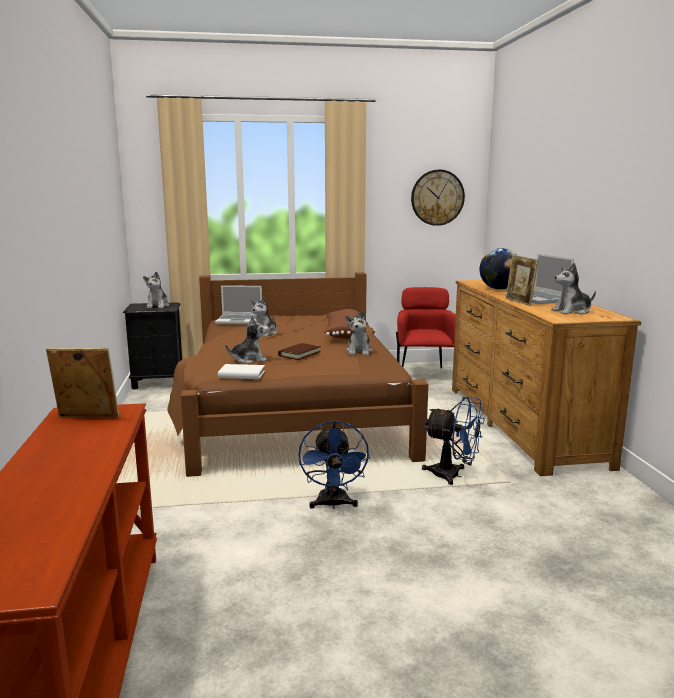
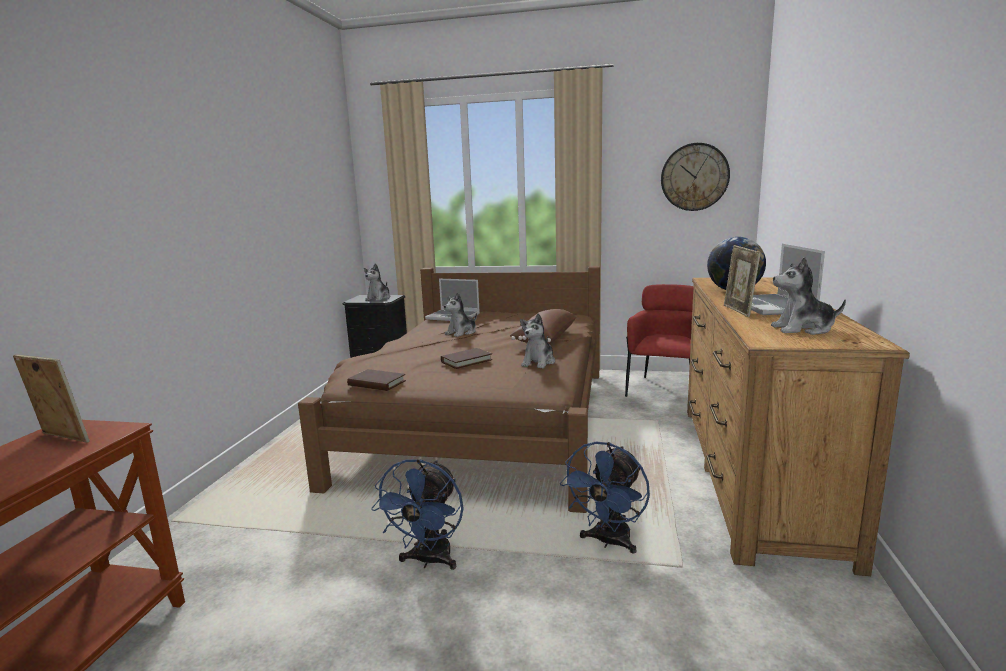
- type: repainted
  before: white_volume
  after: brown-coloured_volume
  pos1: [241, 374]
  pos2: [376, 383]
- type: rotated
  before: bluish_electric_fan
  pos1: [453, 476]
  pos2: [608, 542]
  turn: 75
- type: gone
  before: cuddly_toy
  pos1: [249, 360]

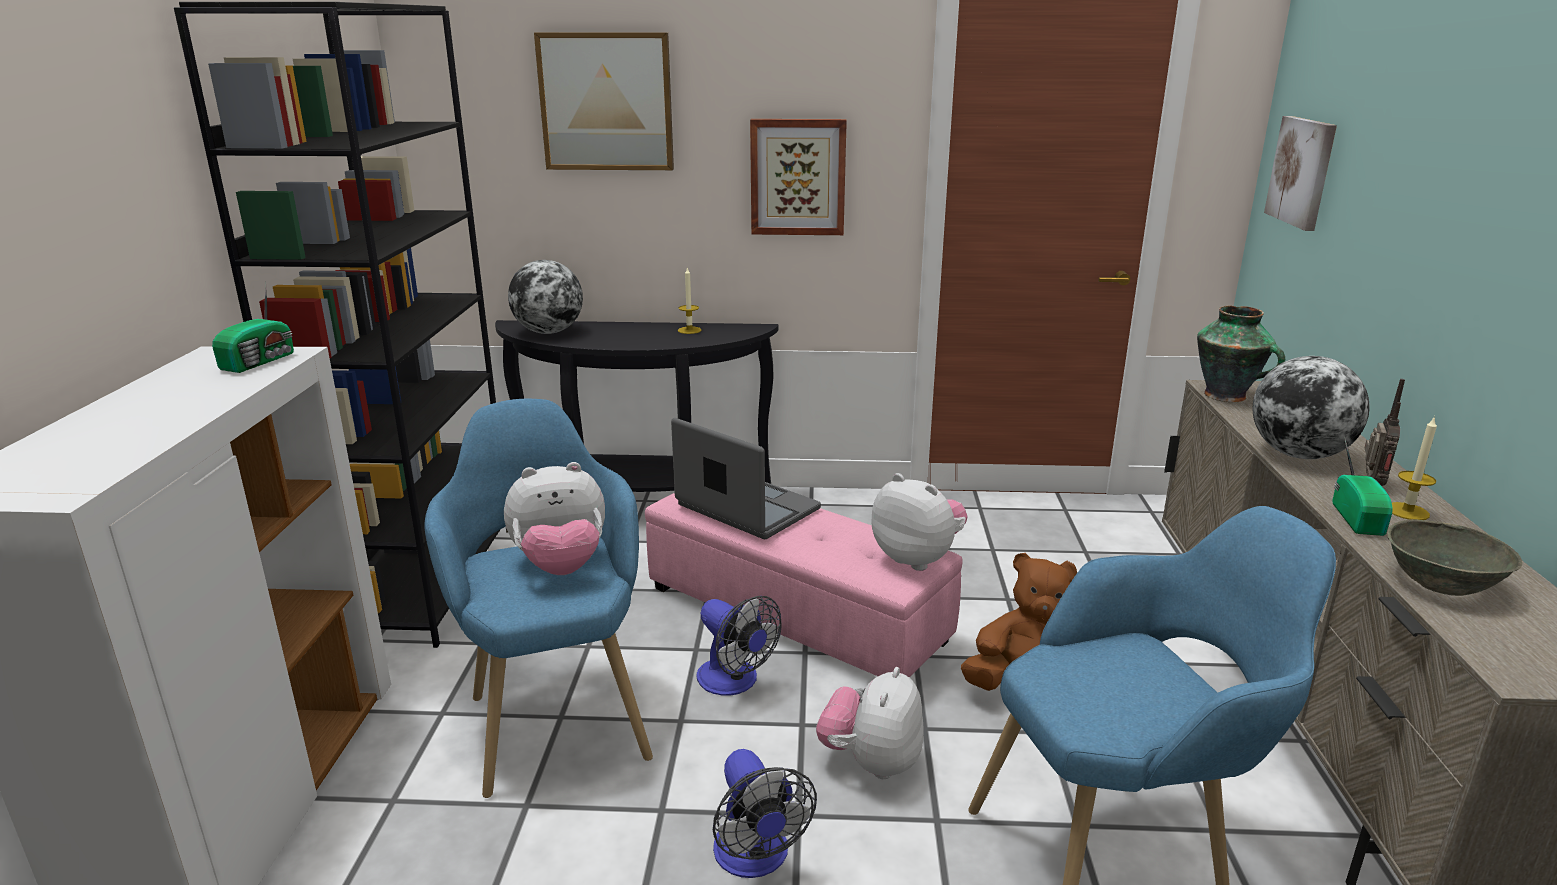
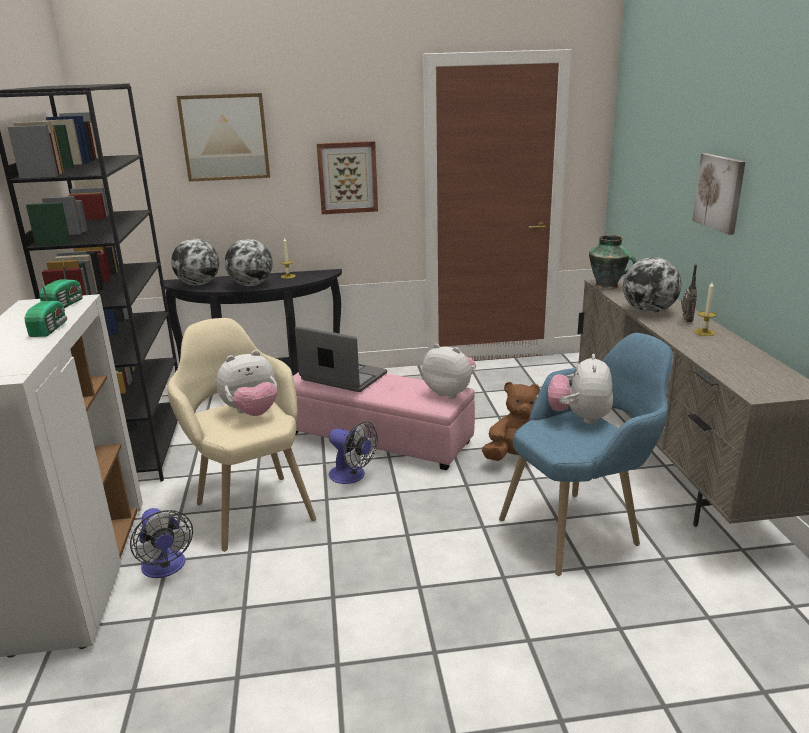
- type: shifted
  before: radio
  pos1: [1358, 518]
  pos2: [50, 328]
- type: shifted
  before: electric_fan
  pos1: [756, 858]
  pos2: [165, 568]
- type: repainted
  before: bluish_easy_chair
  after: beige-coloured_easy_chair
  pos1: [555, 710]
  pos2: [250, 504]
- type: new
  after: desk_globe
  pos2: [251, 285]
- type: shifted
  before: cuddly_toy
  pos1: [871, 762]
  pos2: [579, 418]
- type: shifted
  before: wall_art
  pos1: [1302, 171]
  pos2: [720, 192]
- type: gone
  before: greyish_deep_dish
  pos1: [1441, 582]

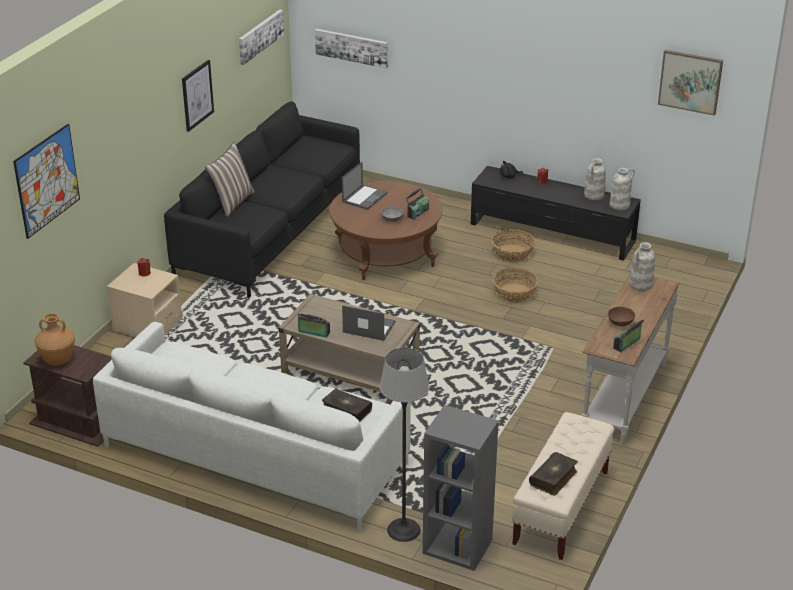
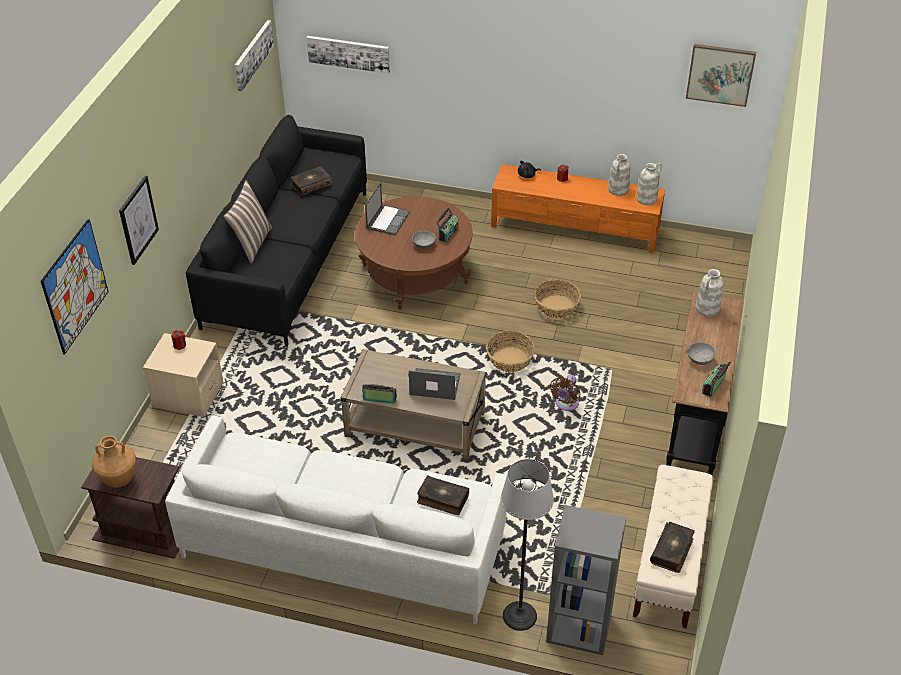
- type: shifted
  before: wall_art
  pos1: [197, 95]
  pos2: [138, 220]
- type: new
  after: volume
  pos2: [311, 185]
- type: shifted
  before: storage_basket
  pos1: [512, 253]
  pos2: [510, 360]
- type: repainted
  before: black-coloured_tv_unit
  after: orange-coloured_tv_unit
  pos1: [553, 232]
  pos2: [576, 227]
- type: new
  after: brown-coloured_electric_fan
  pos2: [566, 404]
- type: repainted
  before: white_narrow_table
  after: black-coloured_narrow_table
  pos1: [623, 397]
  pos2: [695, 420]
- type: repainted
  before: brown-coloured_deep_dish
  after: greyish_deep_dish
  pos1: [621, 322]
  pos2: [700, 359]

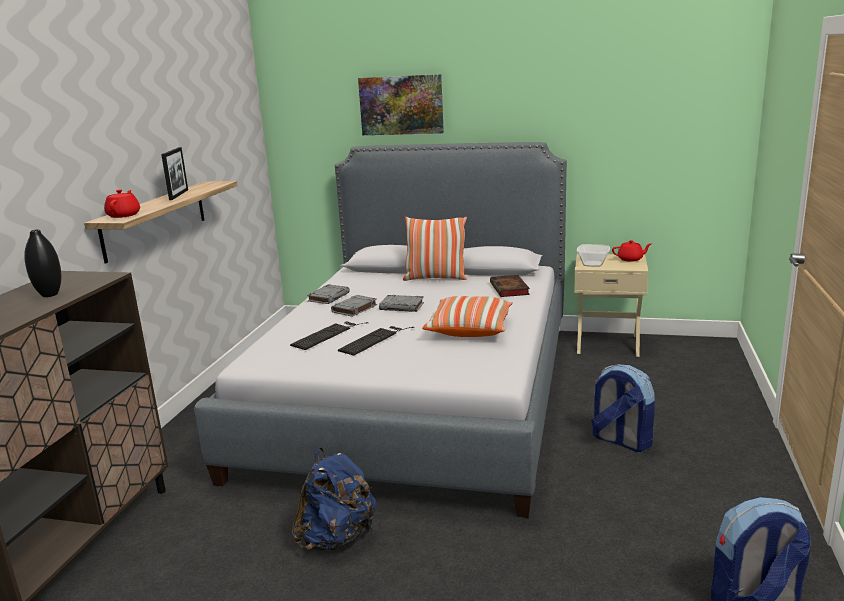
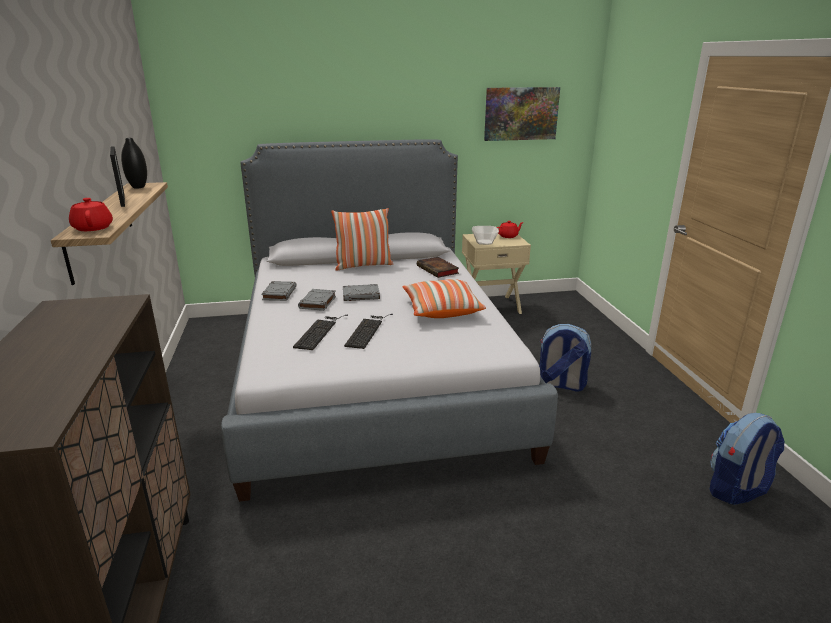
- type: shifted
  before: black-coloured_decorative_vase
  pos1: [49, 295]
  pos2: [138, 187]
- type: shifted
  before: wall_art
  pos1: [401, 105]
  pos2: [521, 113]
- type: gone
  before: bluish_knapsack
  pos1: [337, 538]

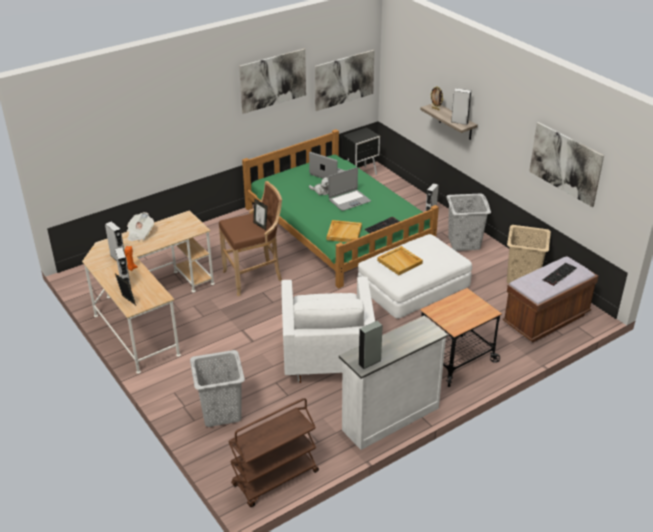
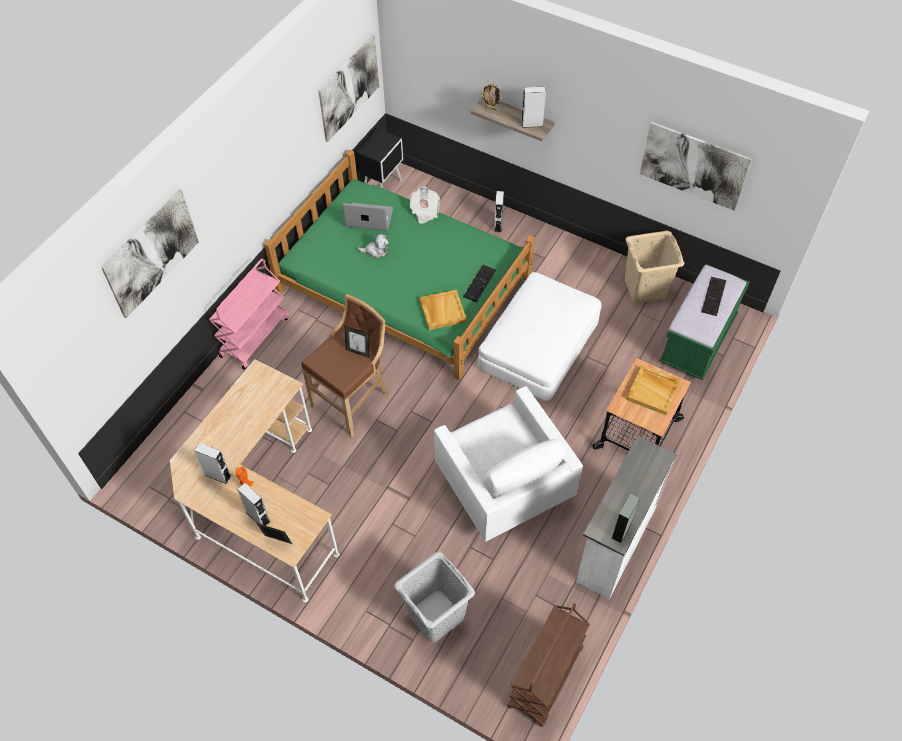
- type: shifted
  before: wall_art
  pos1: [273, 80]
  pos2: [151, 253]
- type: new
  after: pink-coloured_cart
  pos2: [255, 336]
- type: shifted
  before: newspaper
  pos1: [140, 234]
  pos2: [424, 211]
- type: shifted
  before: beige-coloured_tray
  pos1: [400, 262]
  pos2: [653, 391]
- type: repainted
  before: brown-coloured_indoor_bench
  after: green-coloured_indoor_bench
  pos1: [546, 319]
  pos2: [698, 340]
- type: gone
  before: portable_computer
  pos1: [349, 200]
- type: gone
  before: greyish_washing_basket
  pos1: [464, 243]

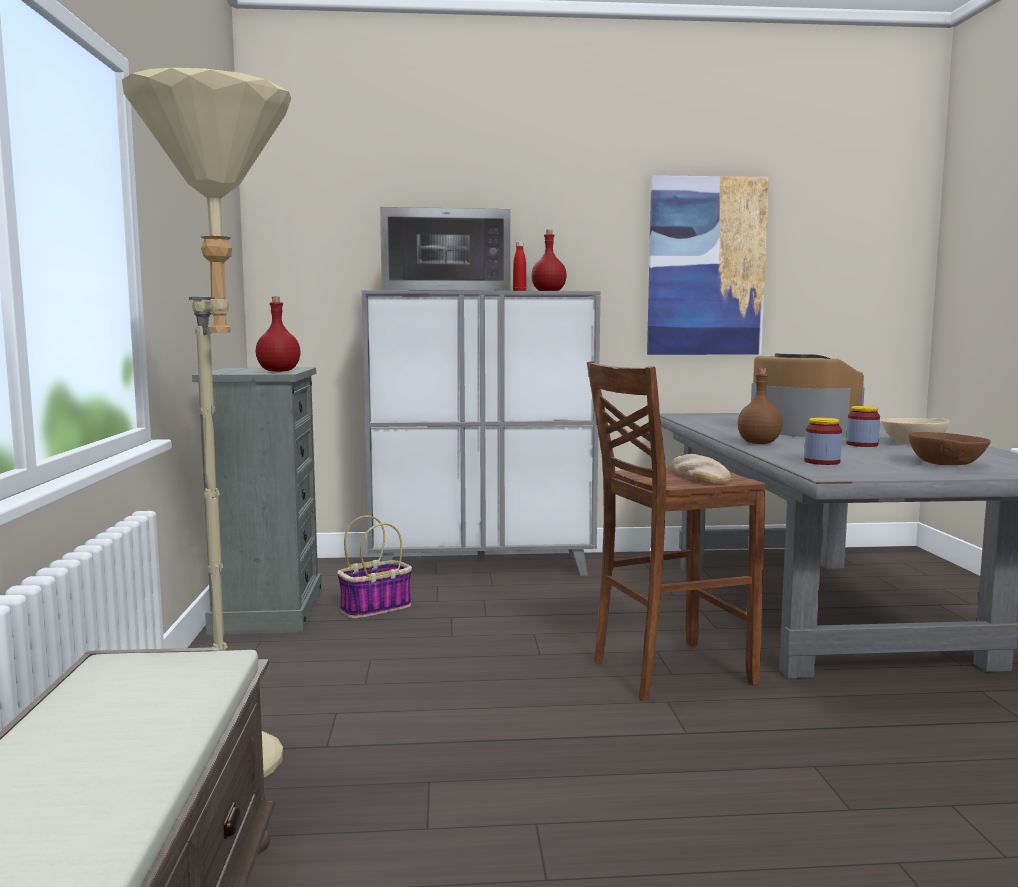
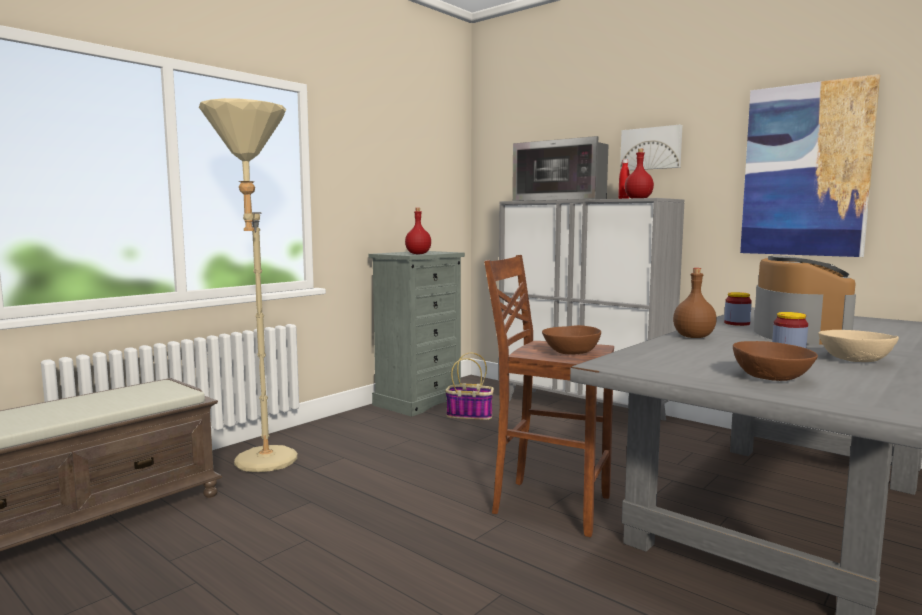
- type: swapped
  before: bread
  after: brown-coloured_deep_dish
  pos1: [698, 476]
  pos2: [570, 352]
- type: new
  after: wall_art
  pos2: [651, 148]
- type: shifted
  before: storage_jar
  pos1: [822, 462]
  pos2: [736, 323]

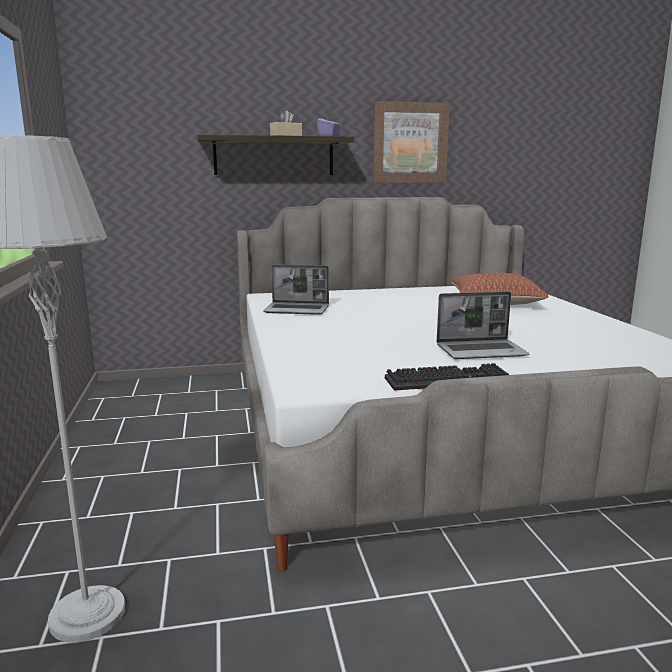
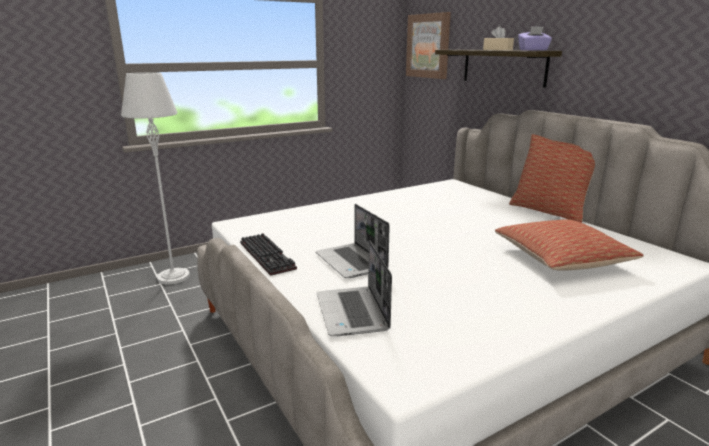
- type: shifted
  before: portable_computer
  pos1: [297, 310]
  pos2: [353, 313]
- type: shifted
  before: wall_art
  pos1: [409, 143]
  pos2: [428, 46]
- type: new
  after: pillow
  pos2: [549, 211]

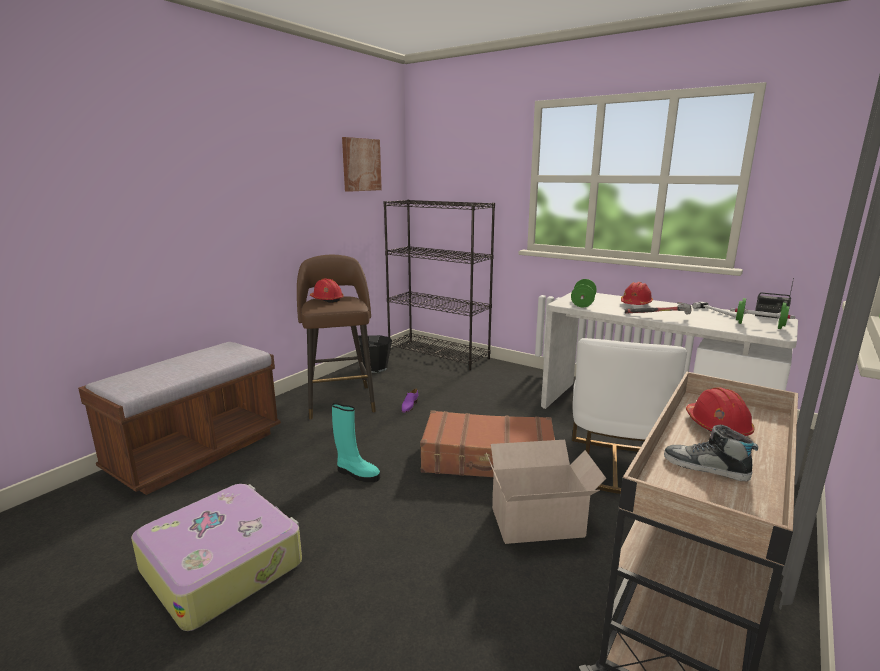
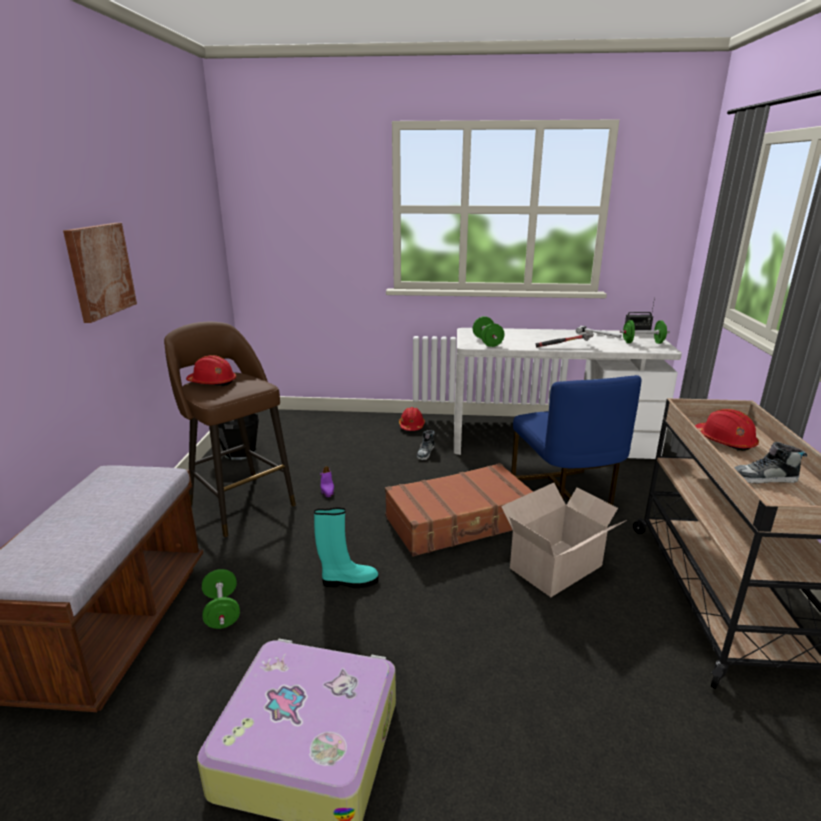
- type: shifted
  before: wall_art
  pos1: [361, 165]
  pos2: [100, 270]
- type: new
  after: green-coloured_hand_weight
  pos2: [222, 611]
- type: shifted
  before: red_safety_helmet
  pos1: [635, 304]
  pos2: [411, 426]
- type: new
  after: low_shoe
  pos2: [425, 453]
- type: repainted
  before: white_plain_chair
  after: bluish_plain_chair
  pos1: [613, 466]
  pos2: [564, 494]
- type: gone
  before: black-coloured_bookshelf
  pos1: [438, 354]

